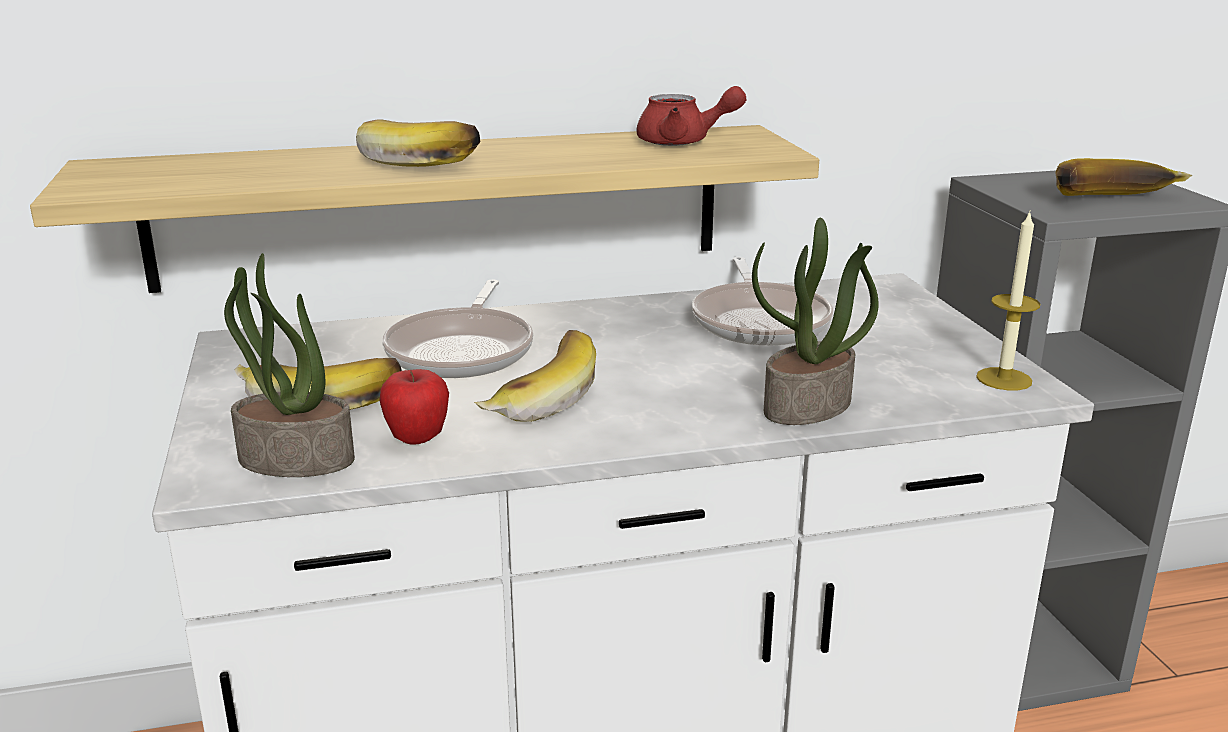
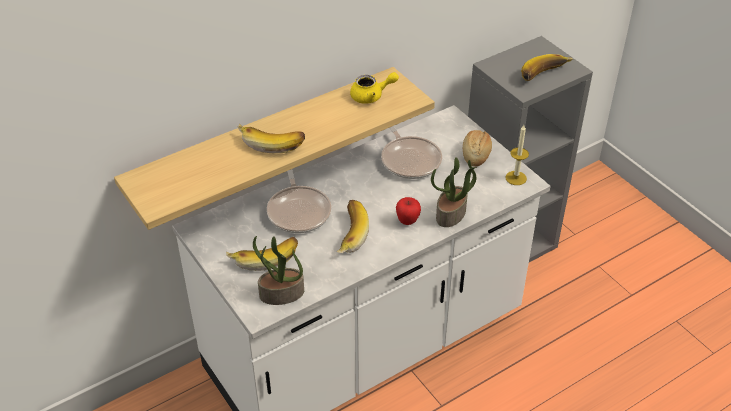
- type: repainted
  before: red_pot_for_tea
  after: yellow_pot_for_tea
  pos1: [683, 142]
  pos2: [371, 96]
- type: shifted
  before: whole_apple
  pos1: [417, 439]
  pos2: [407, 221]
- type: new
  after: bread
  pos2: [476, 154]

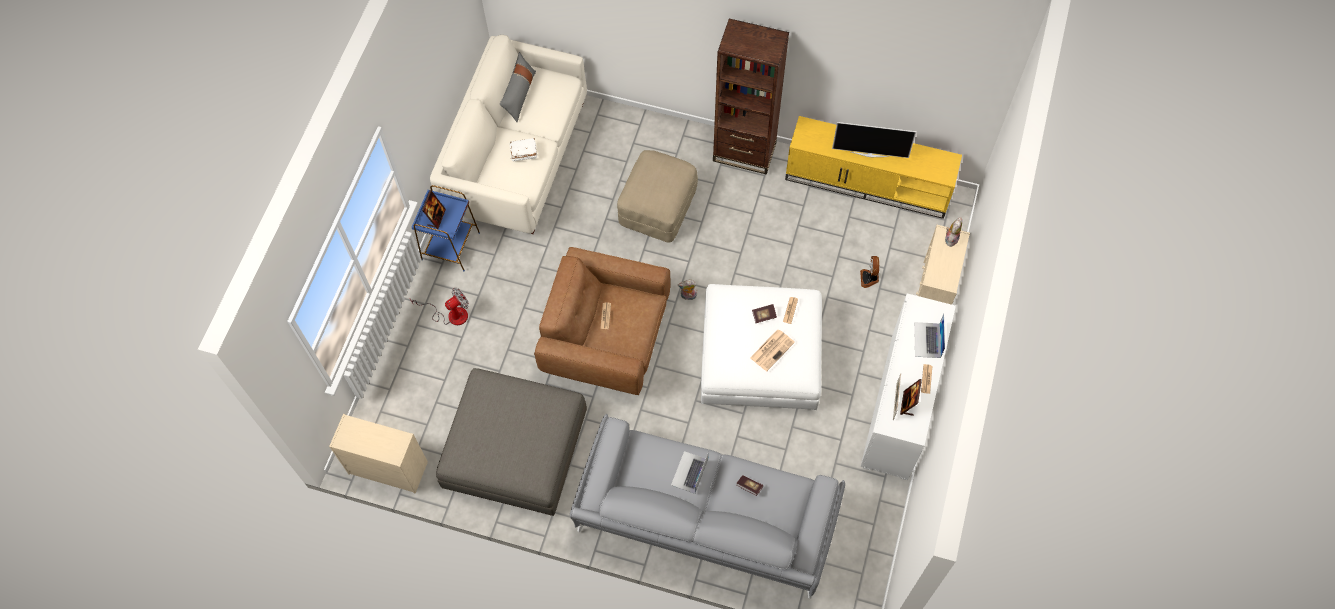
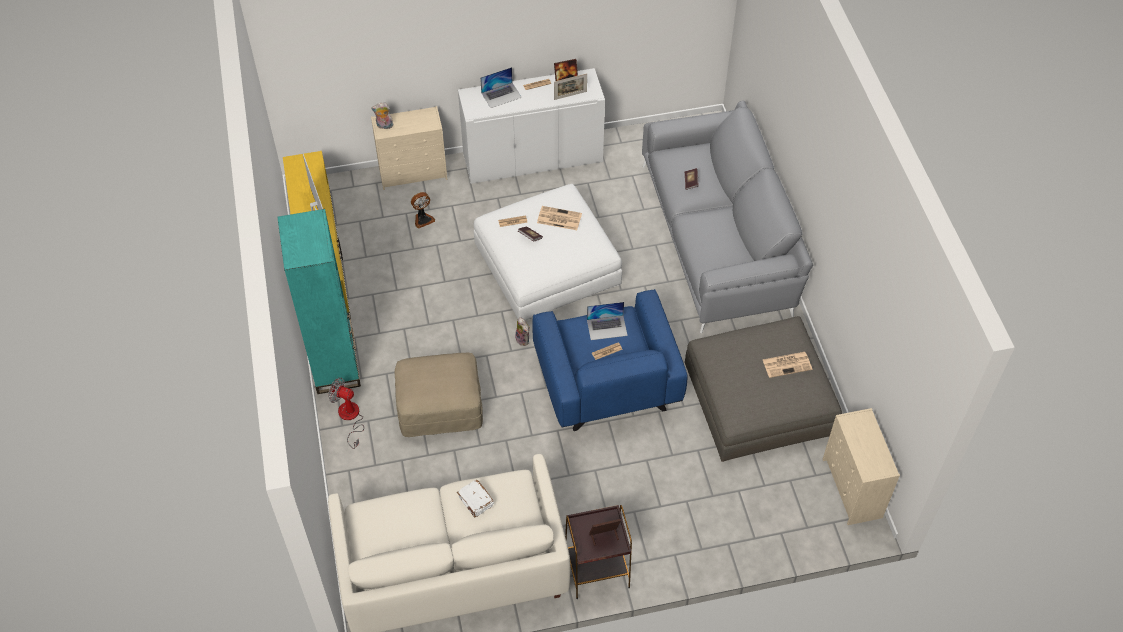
- type: repainted
  before: brown-coloured_bookshelf
  after: blue-green_bookshelf
  pos1: [744, 152]
  pos2: [335, 364]
- type: shifted
  before: electric_fan
  pos1: [450, 314]
  pos2: [350, 418]
- type: repainted
  before: brown-coloured_easy_chair
  after: bluish_easy_chair
  pos1: [606, 338]
  pos2: [607, 382]
- type: repainted
  before: bluish_end_table
  after: brown-coloured_end_table
  pos1: [451, 246]
  pos2: [596, 568]
- type: shifted
  before: portable_computer
  pos1: [689, 472]
  pos2: [607, 327]
- type: new
  after: newspaper
  pos2: [787, 364]
- type: gone
  before: greyish_pillow
  pos1: [519, 95]

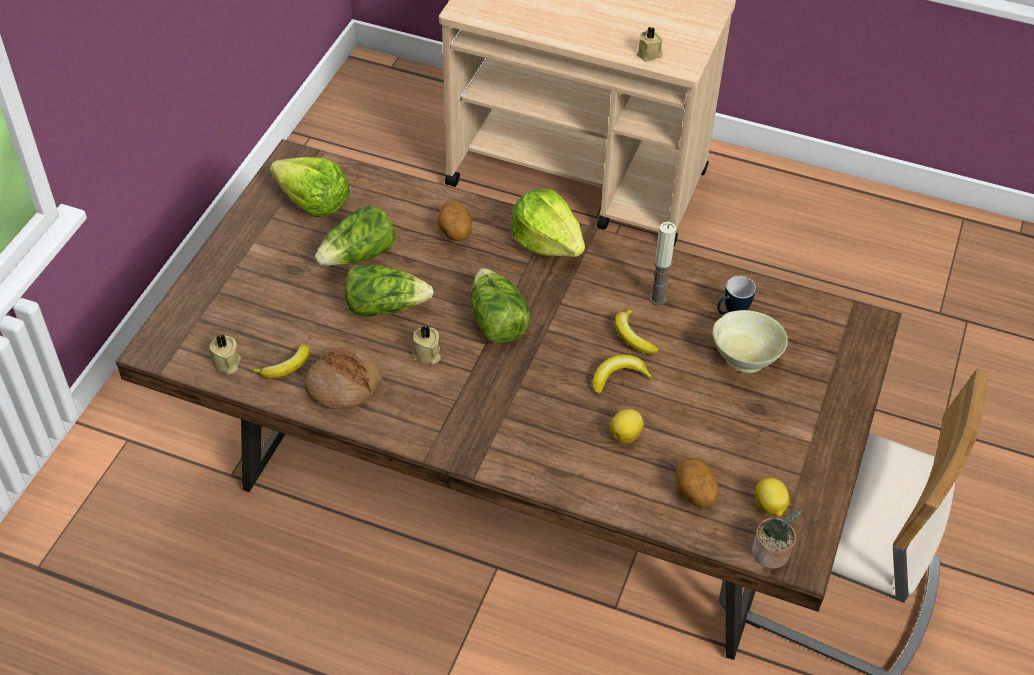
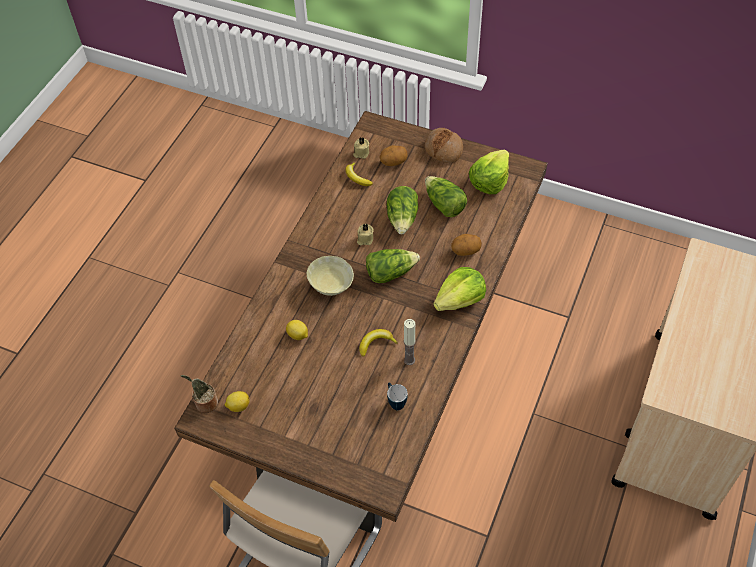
- type: shifted
  before: beige-coloured_deep_dish
  pos1: [746, 358]
  pos2: [331, 287]
- type: shifted
  before: whole_potato
  pos1: [693, 494]
  pos2: [393, 162]
- type: shifted
  before: bread
  pos1: [344, 384]
  pos2: [444, 149]
- type: gone
  before: banana_fruit
  pos1: [619, 377]
- type: gone
  before: beige-coloured_wax_light
  pos1: [649, 54]

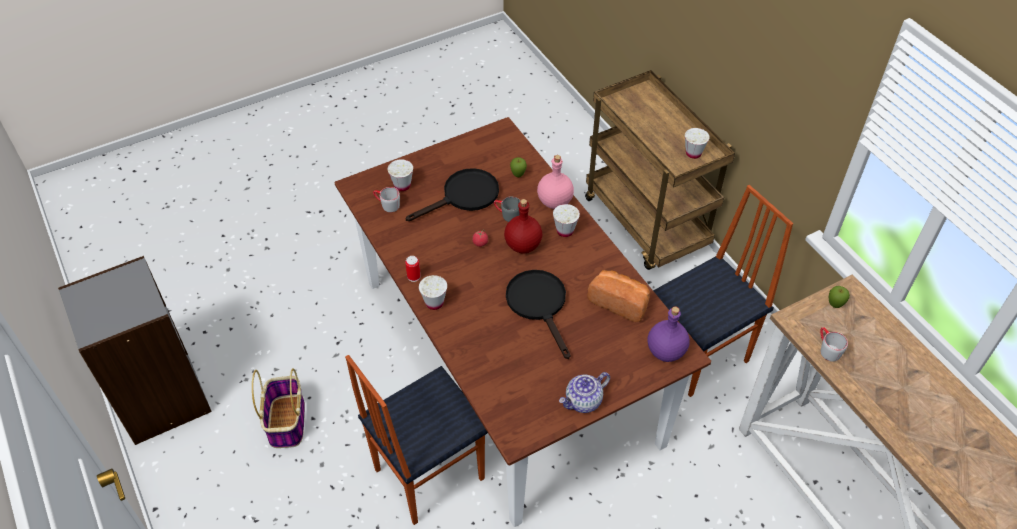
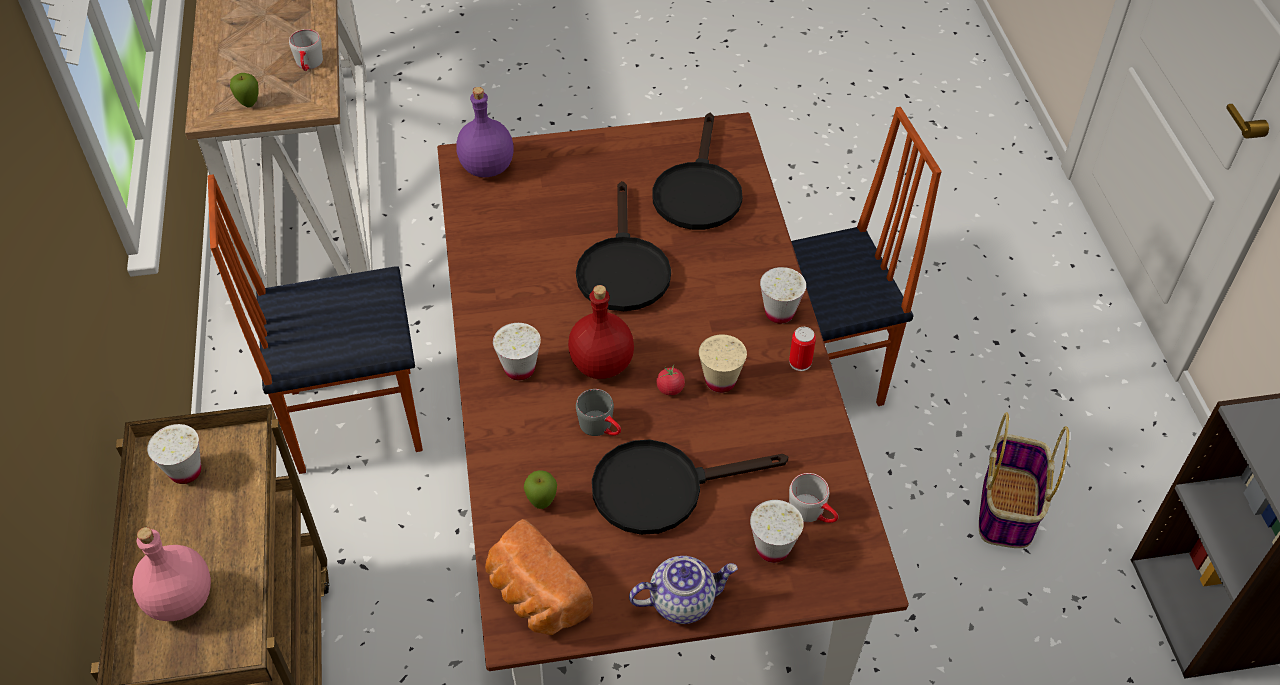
- type: shifted
  before: pink-coloured_bottle
  pos1: [555, 201]
  pos2: [179, 599]
- type: shifted
  before: bread
  pos1: [620, 302]
  pos2: [534, 597]
- type: shifted
  before: pot_for_tea
  pos1: [583, 402]
  pos2: [682, 600]
- type: new
  after: black-coloured_skillet
  pos2: [697, 191]
- type: new
  after: beige-coloured_small_cup
  pos2: [720, 381]

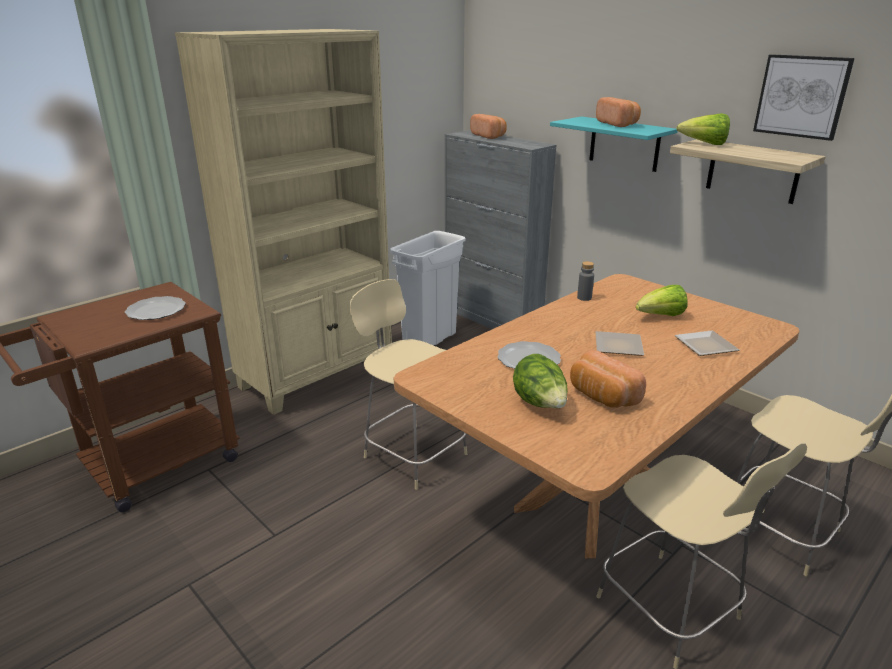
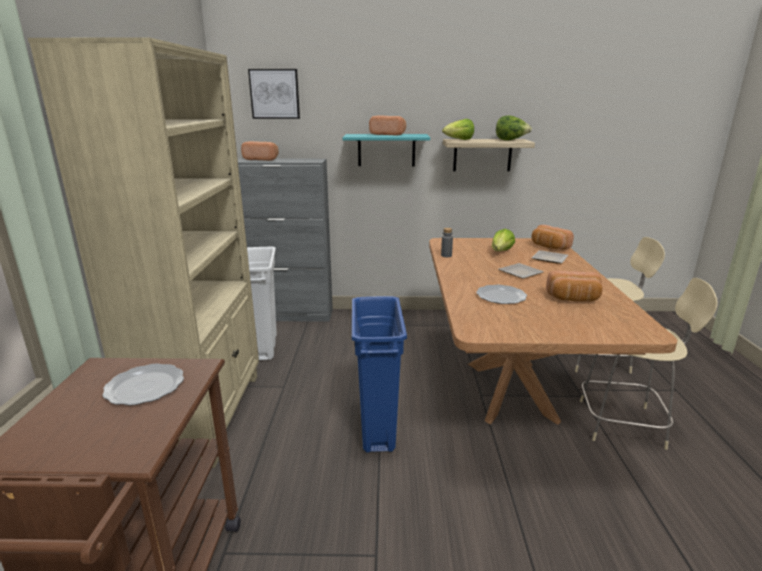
- type: shifted
  before: wall_art
  pos1: [802, 96]
  pos2: [275, 94]
- type: swapped
  before: beige-coloured_plain_chair
  after: bluish_rubbish_bin
  pos1: [413, 454]
  pos2: [377, 428]
- type: shifted
  before: lettuce
  pos1: [540, 404]
  pos2: [511, 140]
- type: new
  after: bread
  pos2: [549, 247]

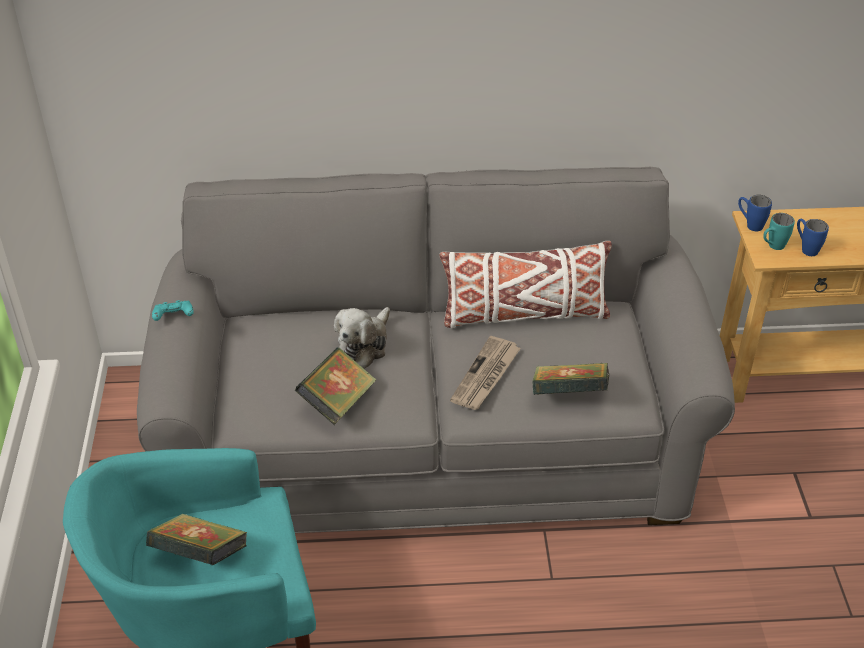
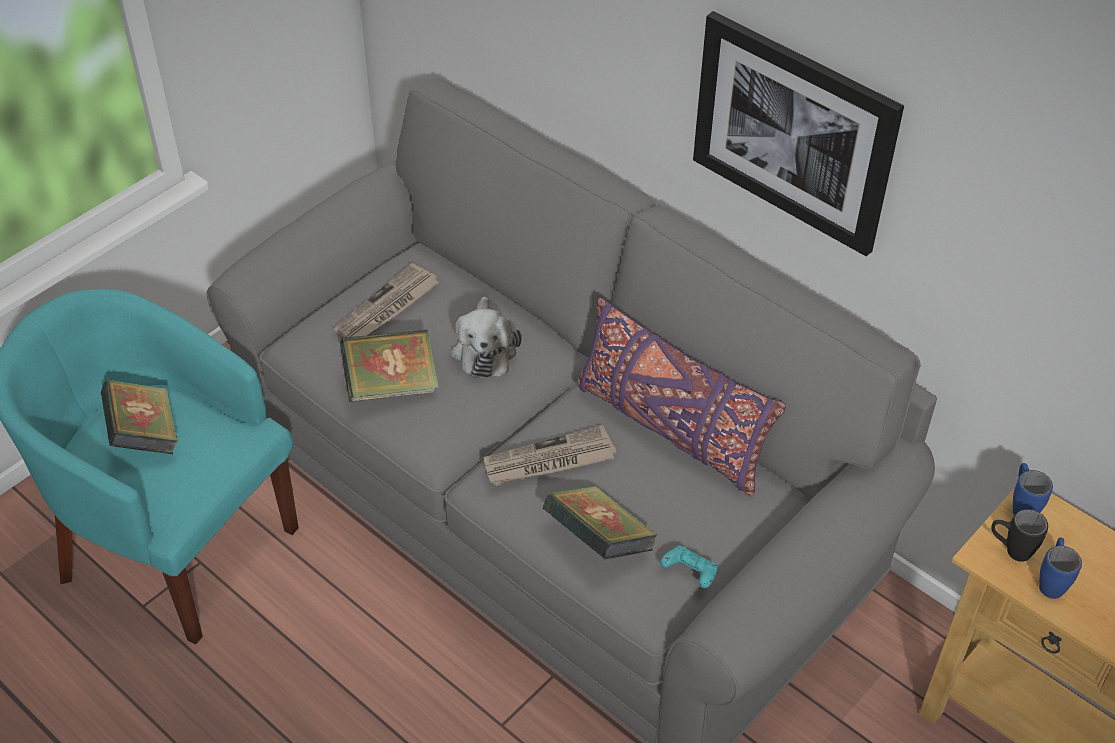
- type: new
  after: newspaper
  pos2: [387, 308]
- type: rotated
  before: cuddly_toy
  pos1: [364, 345]
  pos2: [484, 349]
  turn: -75
- type: repainted
  before: white_pillow
  after: purple_pillow
  pos1: [524, 315]
  pos2: [670, 429]
- type: shifted
  before: blue-green_joypad
  pos1: [174, 317]
  pos2: [690, 573]
- type: new
  after: wall_art
  pos2: [794, 132]
- type: repainted
  before: blue-green_mug
  after: black-coloured_mug
  pos1: [772, 247]
  pos2: [1010, 550]

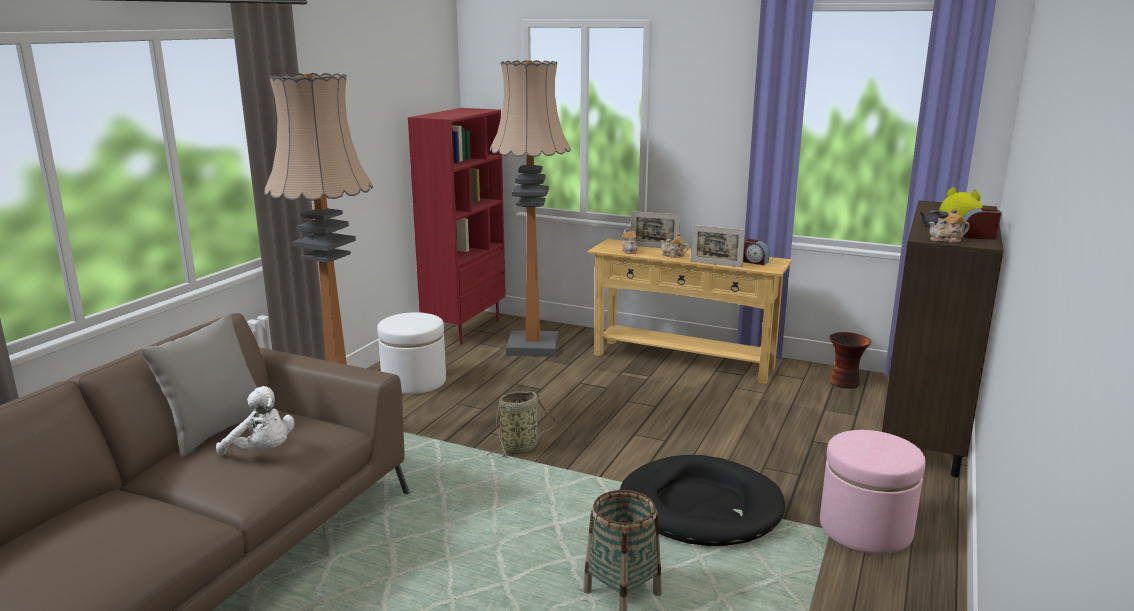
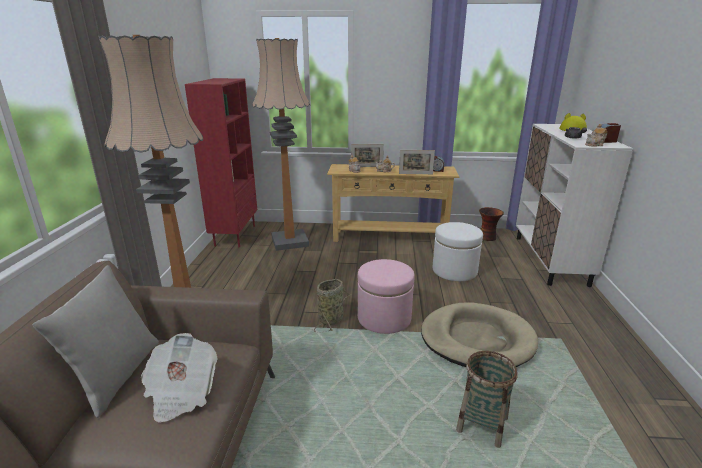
- type: swapped
  before: white_cuddly_toy
  after: newspaper
  pos1: [262, 452]
  pos2: [181, 392]
- type: shifted
  before: pink-coloured_footrest
  pos1: [865, 529]
  pos2: [384, 318]
- type: repainted
  before: black-coloured_dog_cushion
  after: beige-coloured_dog_cushion
  pos1: [700, 507]
  pos2: [477, 339]
- type: shifted
  before: white_footrest
  pos1: [414, 382]
  pos2: [454, 270]
- type: repainted
  before: brown-coloured_storage_cabinet
  after: white_storage_cabinet
  pos1: [924, 430]
  pos2: [550, 260]

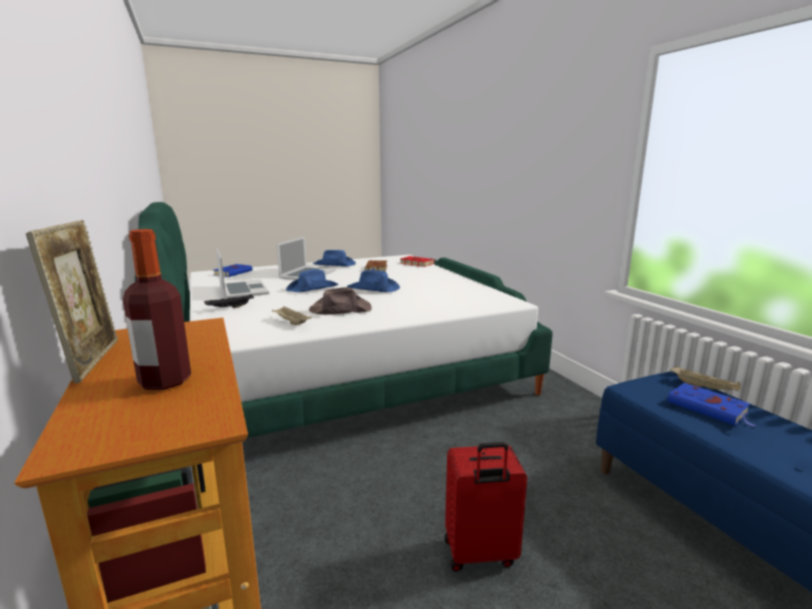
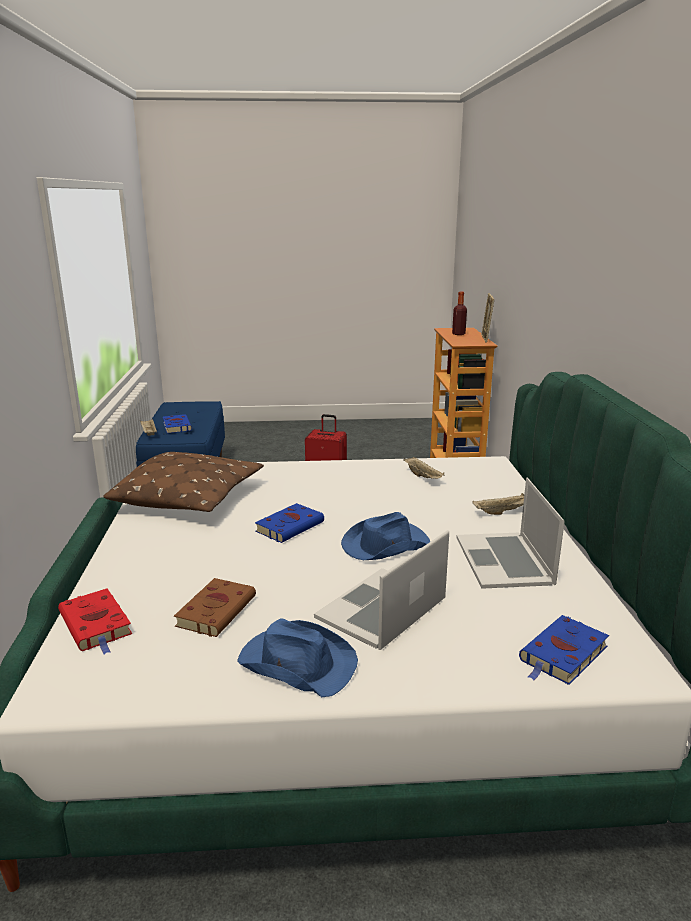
- type: new
  after: brown-coloured_pillow
  pos2: [190, 497]
- type: swapped
  before: bluish_hat
  after: bluish_volume
  pos1: [374, 289]
  pos2: [291, 526]
- type: repainted
  before: black-coloured_tray
  after: beige-coloured_tray
  pos1: [229, 308]
  pos2: [502, 512]
- type: gone
  before: brown-coloured_hat
  pos1: [339, 309]

